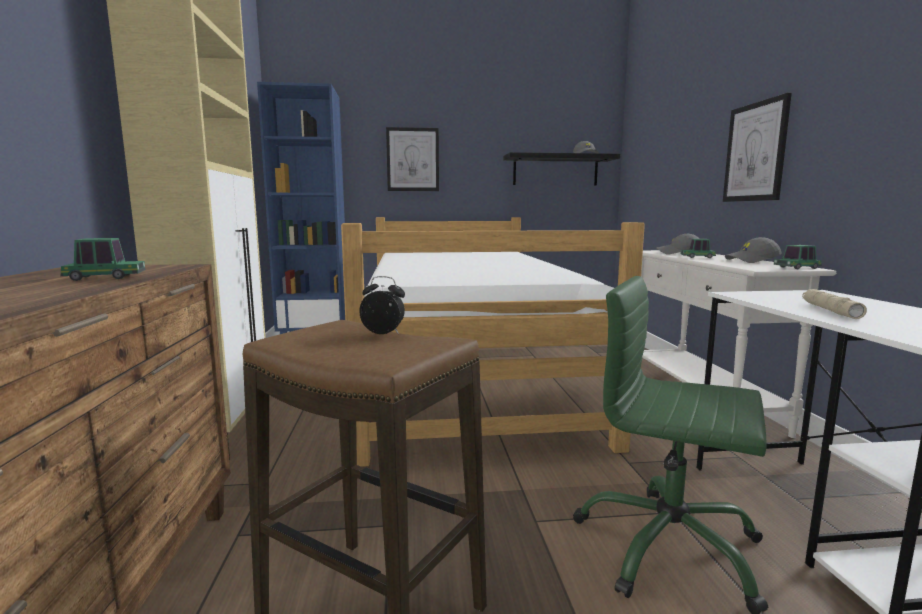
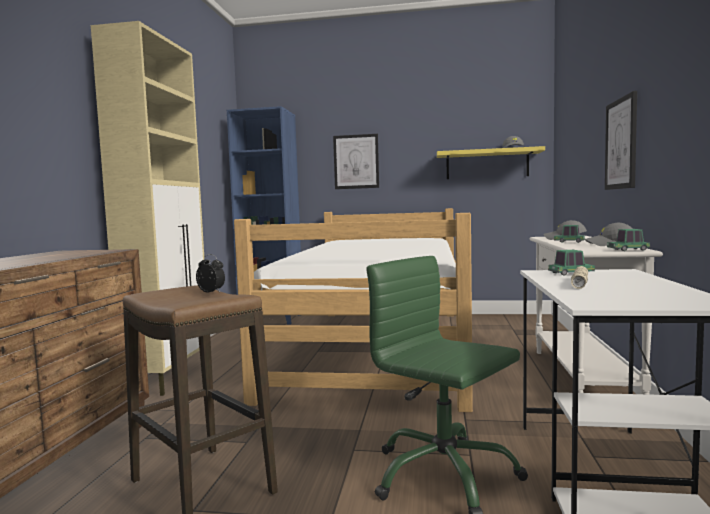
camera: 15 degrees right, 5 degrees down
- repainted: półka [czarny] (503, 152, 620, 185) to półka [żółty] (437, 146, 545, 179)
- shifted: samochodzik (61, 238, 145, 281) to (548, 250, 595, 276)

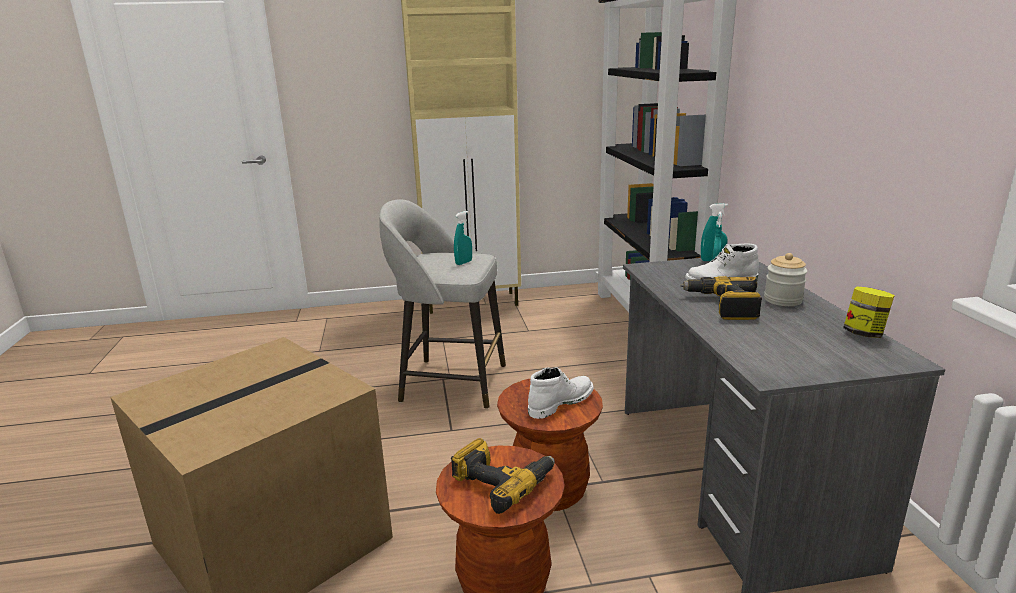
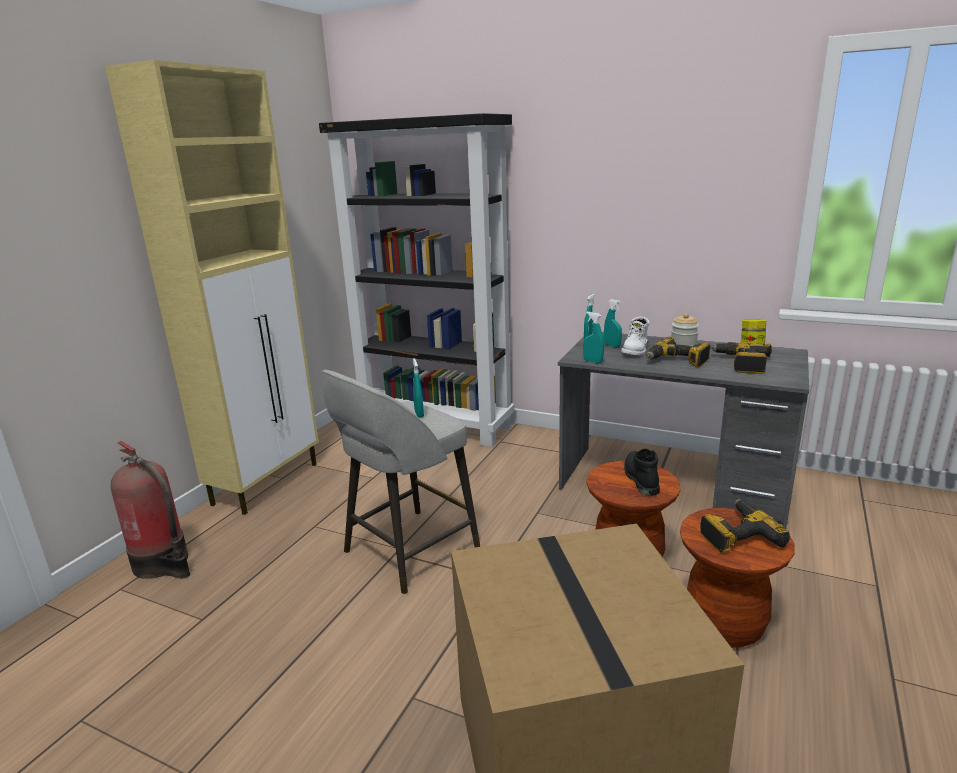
camera: 55 degrees left, 0 degrees up
- repainted: but z cholewką [biały] (528, 367, 594, 419) to but z cholewką [czarny] (624, 448, 660, 496)
- new: spryskiwacz [turkusowy] (583, 312, 604, 364)
- new: wiertarka (711, 342, 772, 374)
- new: gaśnica (111, 441, 190, 579)

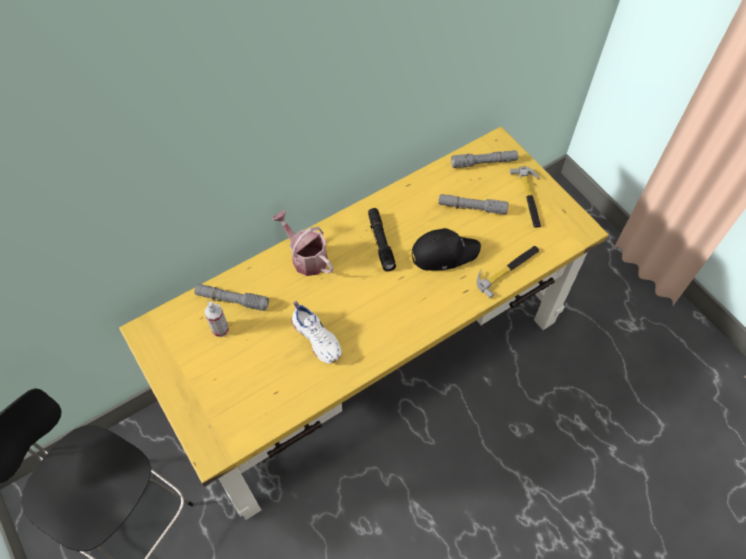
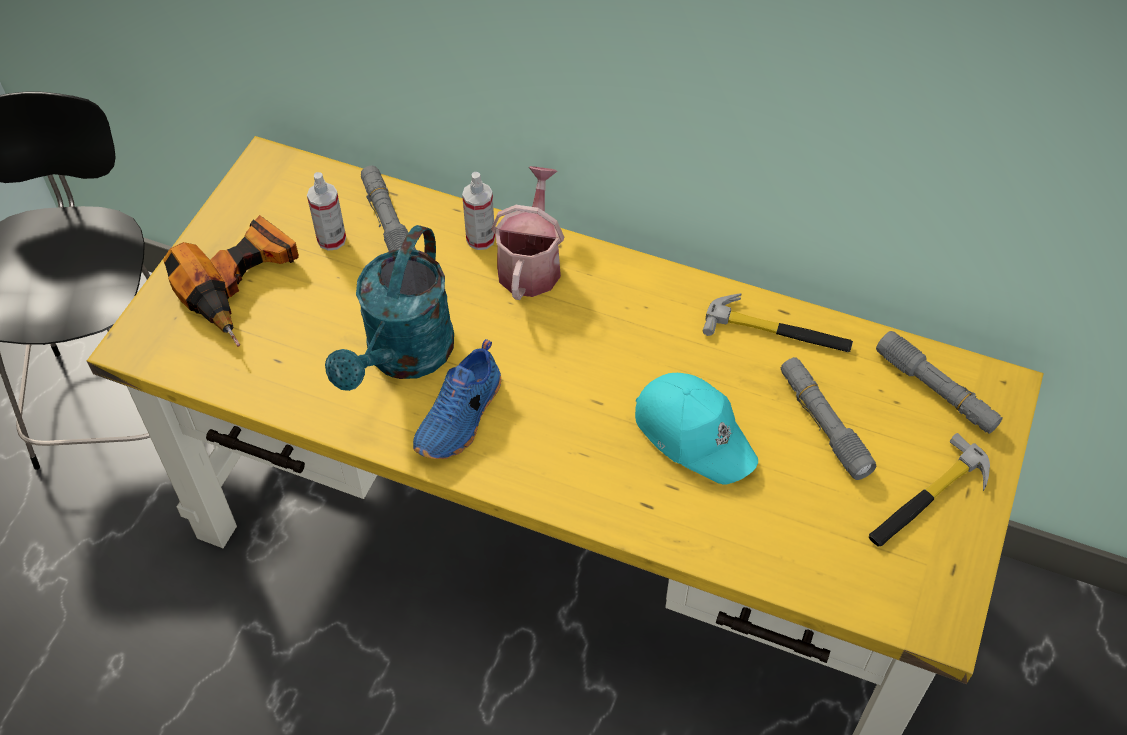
camera: 55 degrees right, 5 degrees down
- gone: latarka [czarny] (368, 208, 396, 271)
- repainted: czapka z daszkiem [czarny] (412, 228, 481, 271) to czapka z daszkiem [turkusowy] (635, 373, 758, 485)
- shifted: młotek (477, 246, 539, 298) to (702, 293, 853, 352)
- swapped: but [biały] (291, 301, 342, 364) to konewka [turkusowy] (325, 225, 454, 391)
- new: spryskiwacz (462, 172, 495, 250)
- new: wiertarka (163, 215, 299, 347)
- new: but [niebieski] (413, 339, 501, 459)

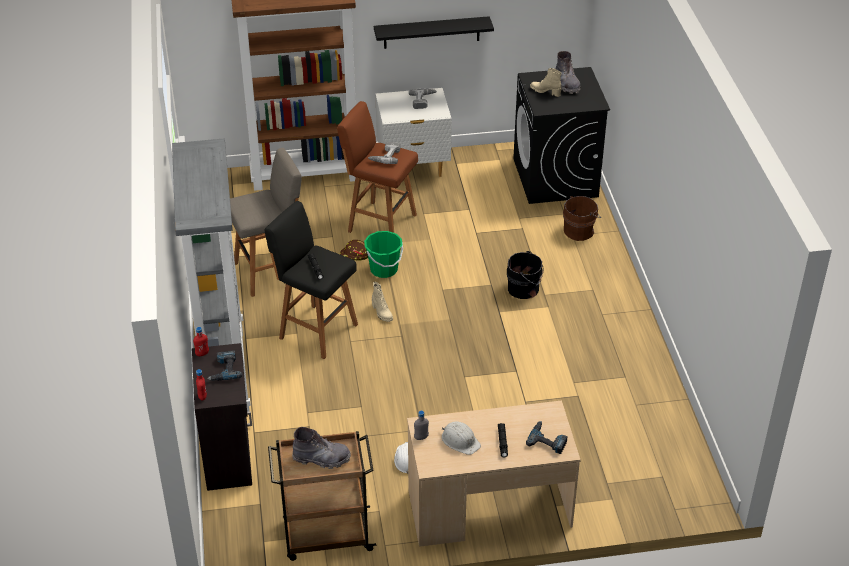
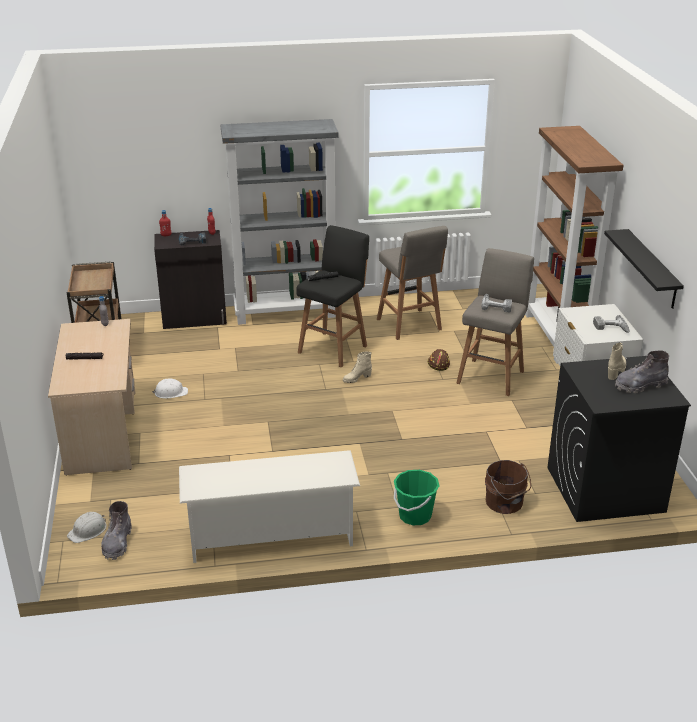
camera: 90 degrees right, 10 degrees down
- repainted: stołek [brązowy] (337, 101, 418, 233) to stołek [szary] (456, 248, 534, 396)
- shifted: wiadro [zielony] (364, 231, 403, 278) to (394, 470, 439, 525)
- gone: wiadro [czarny] (507, 251, 544, 299)
- shifted: kask [biały] (442, 421, 481, 455) to (67, 512, 106, 543)
- gone: wiertarka (526, 421, 568, 454)
- shifted: but z cholewką [szary] (292, 427, 351, 469) to (101, 501, 132, 560)
- new: regał na buty [biały] (179, 450, 360, 563)

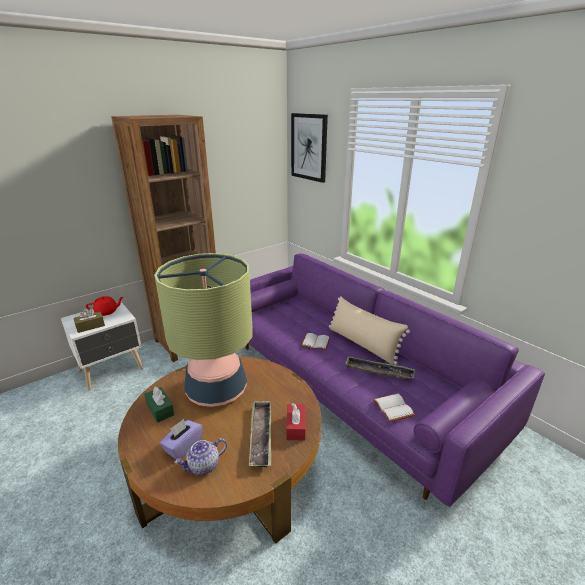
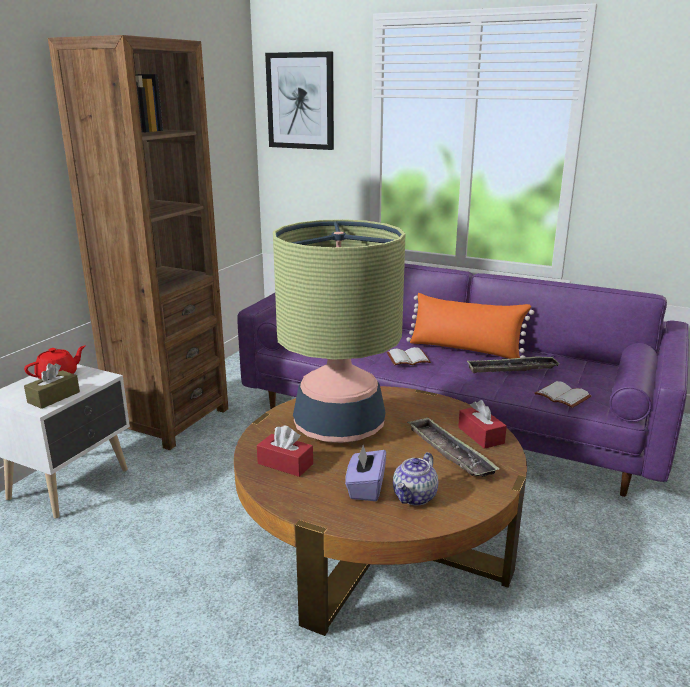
camera: 25 degrees left, 5 degrees down
- repainted: poduszka [beżowy] (329, 297, 410, 365) to poduszka [pomarańczowy] (406, 293, 534, 359)
- repainted: pudełko chusteczek [zielony] (144, 386, 174, 423) to pudełko chusteczek [czerwony] (257, 425, 313, 477)

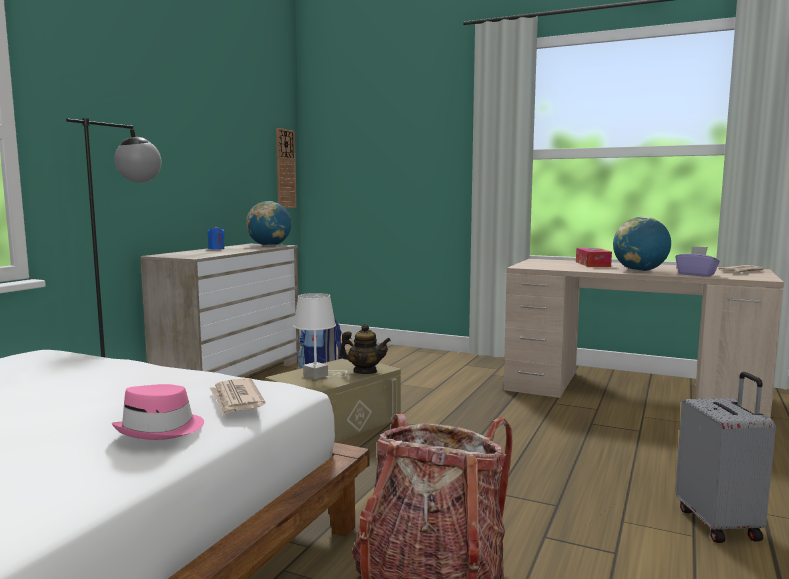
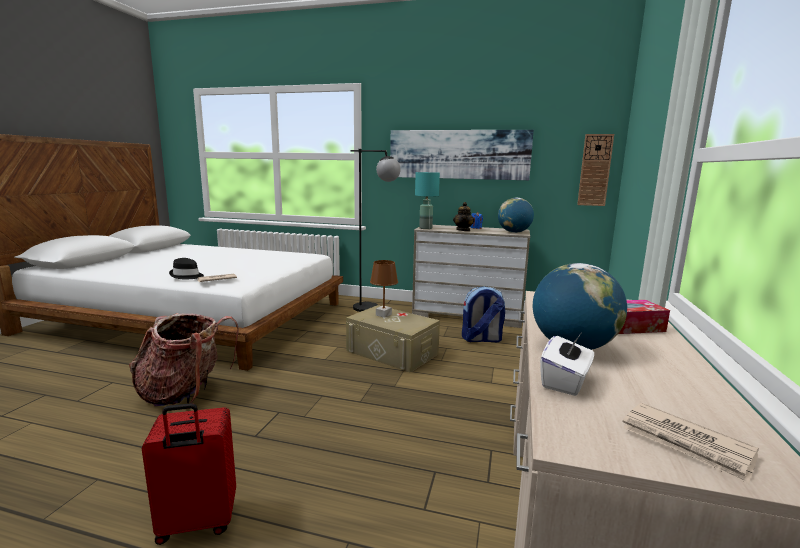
camera: 80 degrees right, 5 degrees up
- repainted: pudełko chusteczek [fioletowy] (676, 246, 720, 277) to pudełko chusteczek [biały] (540, 334, 594, 396)
- repainted: lampa stołowa [biały] (293, 293, 336, 379) to lampa stołowa [brązowy] (370, 260, 398, 318)
- shifted: imbryk (339, 324, 391, 374) to (453, 202, 475, 231)
- repainted: walizka [szary] (675, 372, 776, 543) to walizka [czerwony] (142, 403, 236, 545)
- repainted: kapelusz [różowy] (112, 384, 204, 440) to kapelusz [czarny] (169, 258, 204, 280)
- new: obraz (390, 130, 534, 180)
- new: lampa stołowa [turkusowy] (415, 172, 440, 229)

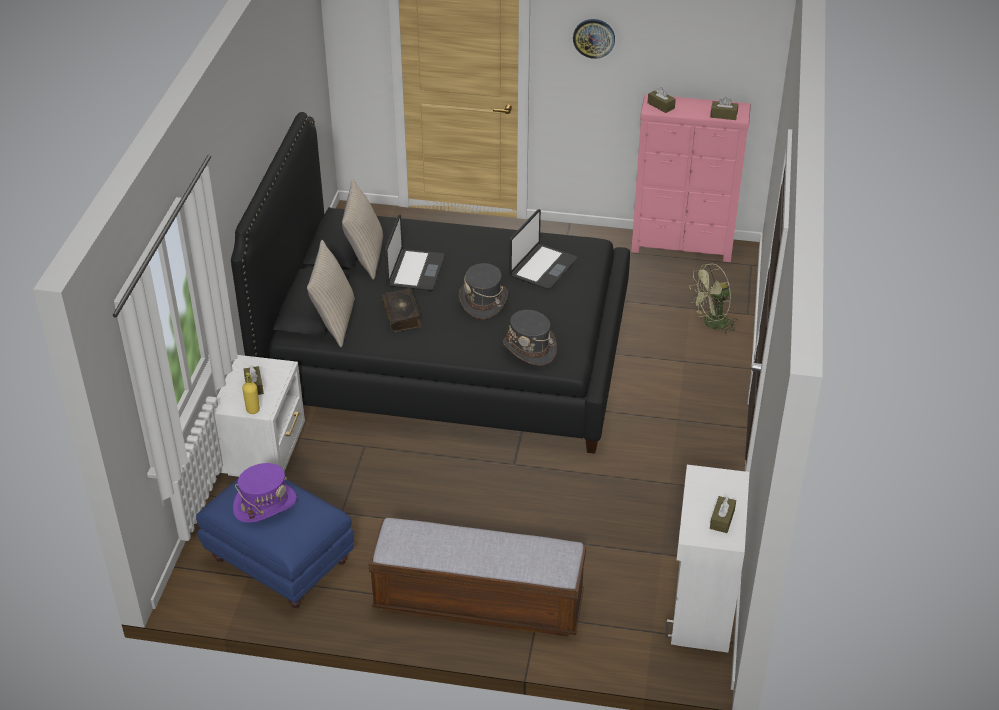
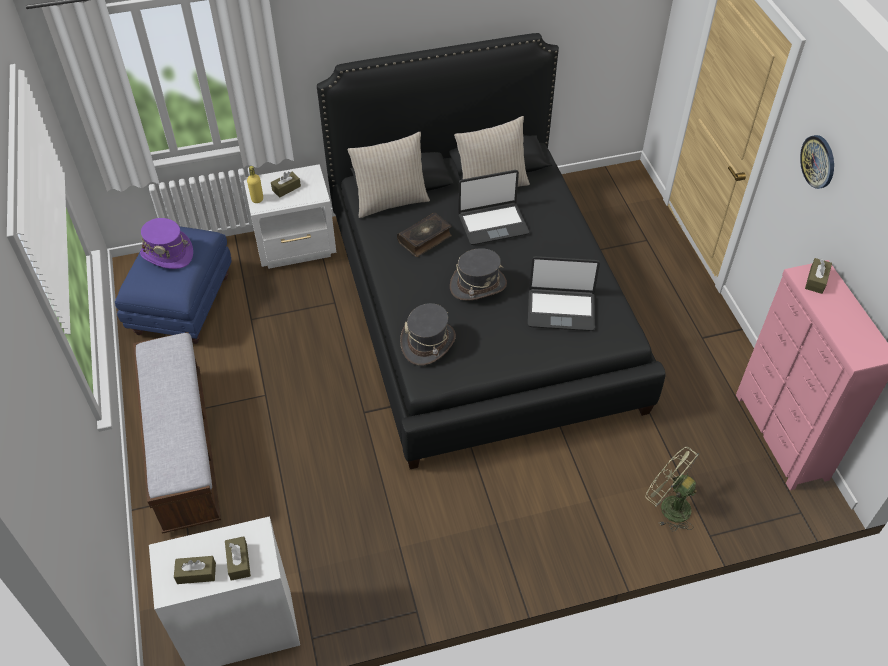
camera: 65 degrees right, 10 degrees up
- shifted: pudełko chusteczek [brązowy] (710, 97, 738, 120) to (225, 536, 251, 581)

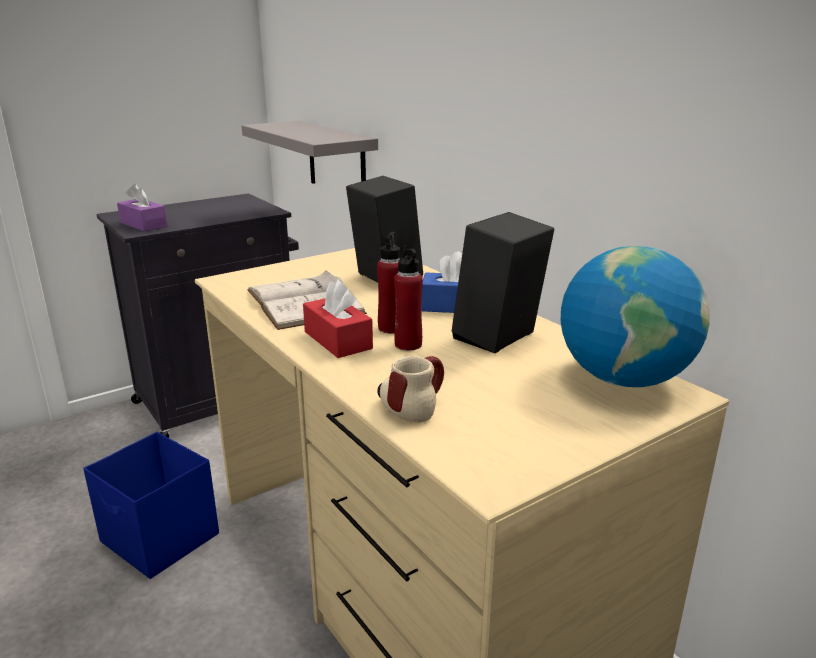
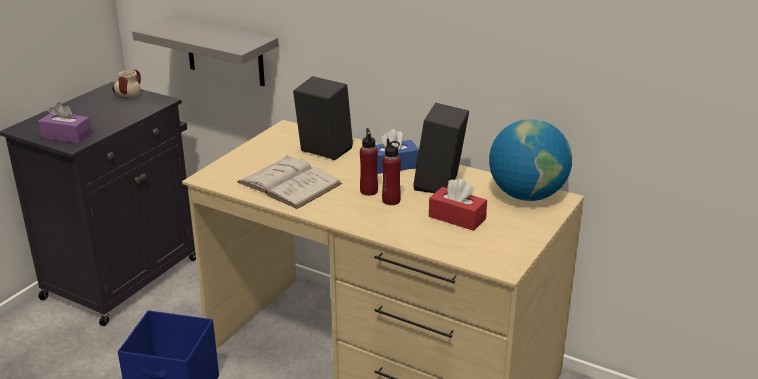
camera: 25 degrees left, 5 degrees up
- shifted: pudełko chusteczek [czerwony] (303, 280, 373, 358) to (429, 178, 487, 231)
- shifted: kubek (377, 356, 444, 422) to (112, 69, 141, 98)

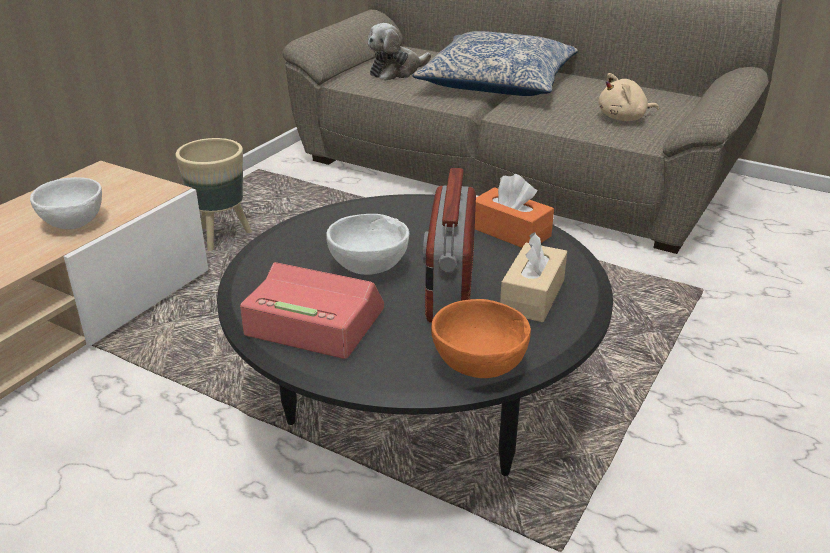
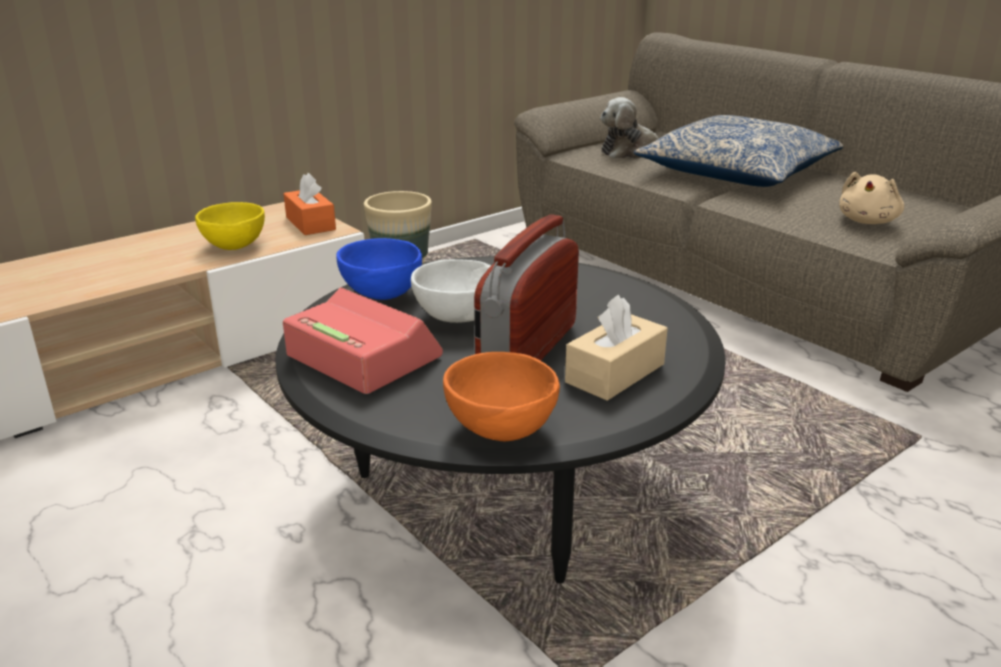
camera: 20 degrees right, 5 degrees down
- rotated: pluszak [beżowy] (598, 73, 659, 121) = (839, 172, 904, 224) 60 degrees counterclockwise
- shifted: pudełko chusteczek [pomarańczowy] (475, 174, 554, 248) to (283, 173, 336, 235)
- repainted: miska [biały] (30, 177, 102, 229) to miska [żółty] (195, 202, 265, 250)
- new: miska [niebieski] (336, 238, 422, 300)

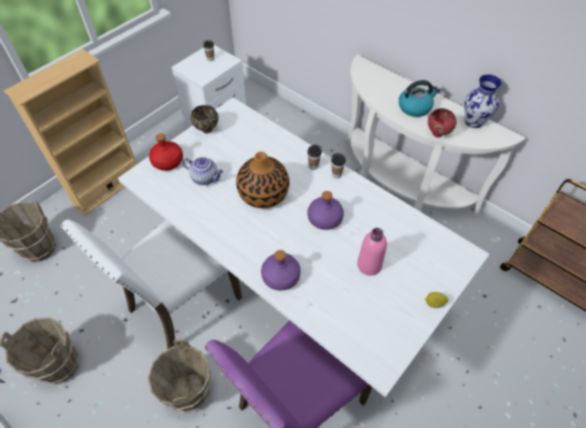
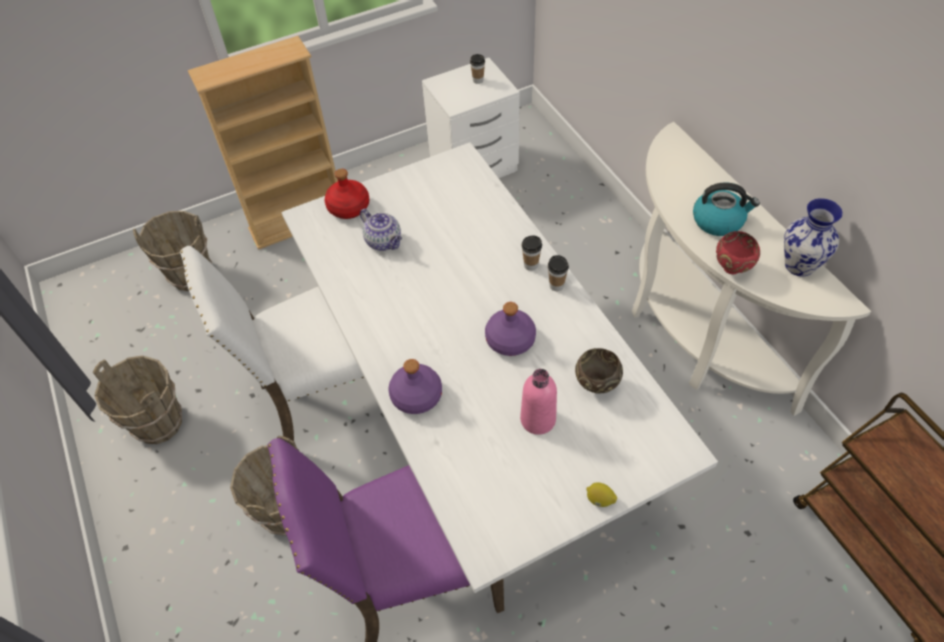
camera: 25 degrees right, 0 degrees up
- shifted: miska [brązowy] (191, 105, 218, 133) to (575, 348, 623, 394)
- gone: wazon (236, 152, 289, 208)

